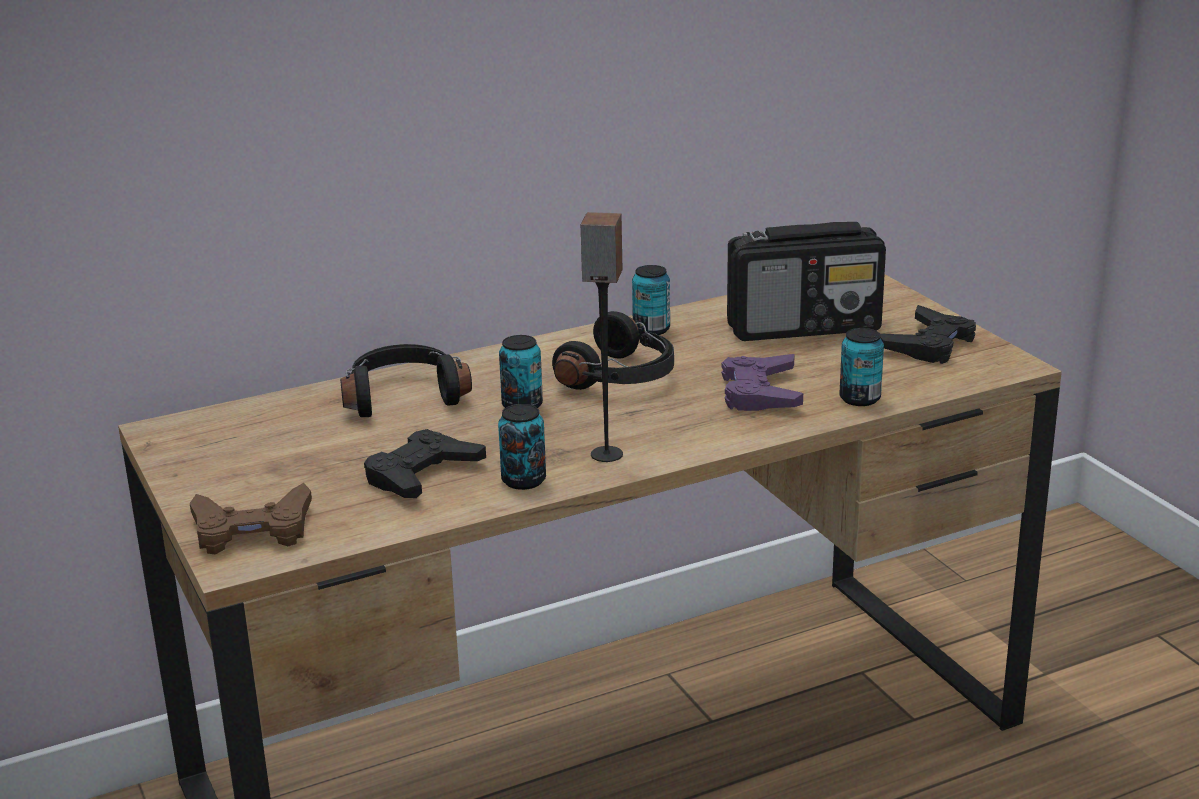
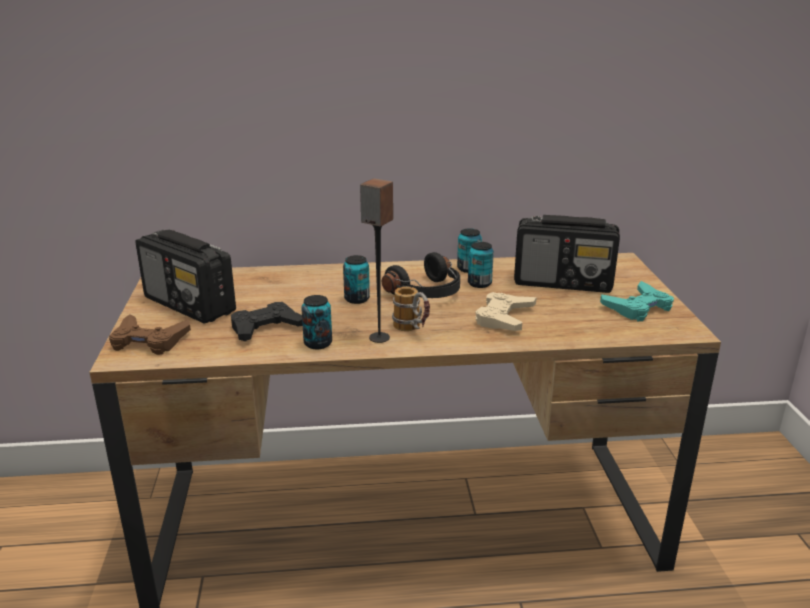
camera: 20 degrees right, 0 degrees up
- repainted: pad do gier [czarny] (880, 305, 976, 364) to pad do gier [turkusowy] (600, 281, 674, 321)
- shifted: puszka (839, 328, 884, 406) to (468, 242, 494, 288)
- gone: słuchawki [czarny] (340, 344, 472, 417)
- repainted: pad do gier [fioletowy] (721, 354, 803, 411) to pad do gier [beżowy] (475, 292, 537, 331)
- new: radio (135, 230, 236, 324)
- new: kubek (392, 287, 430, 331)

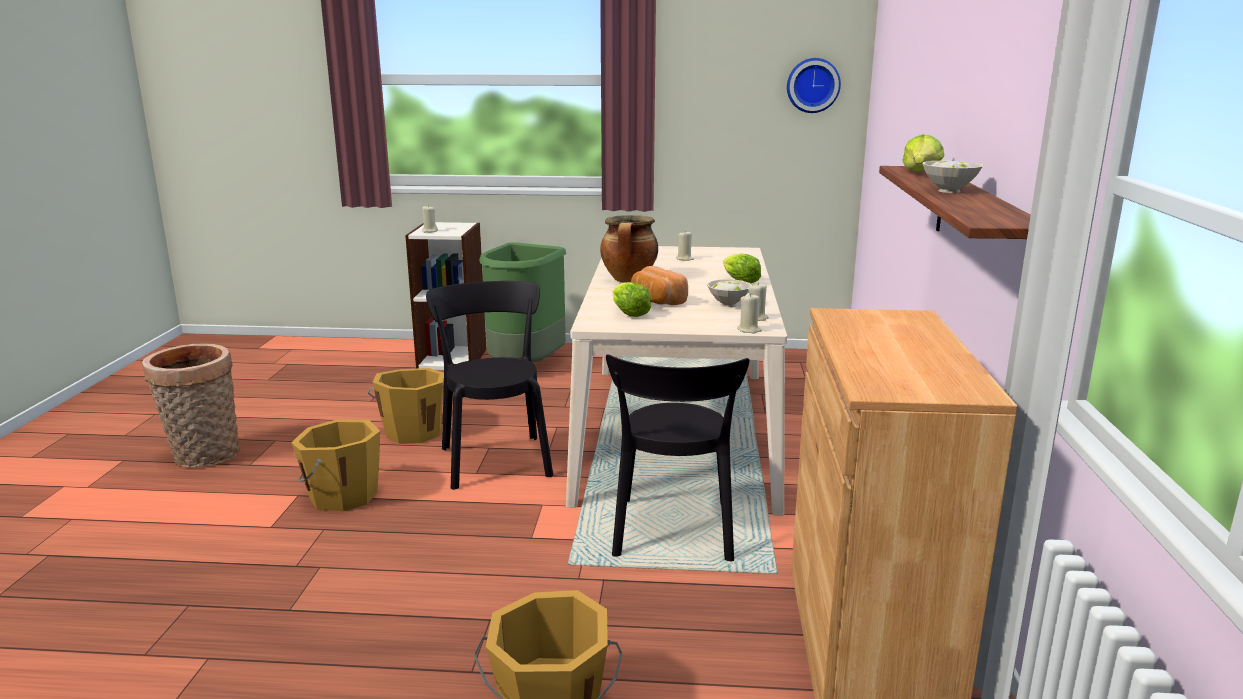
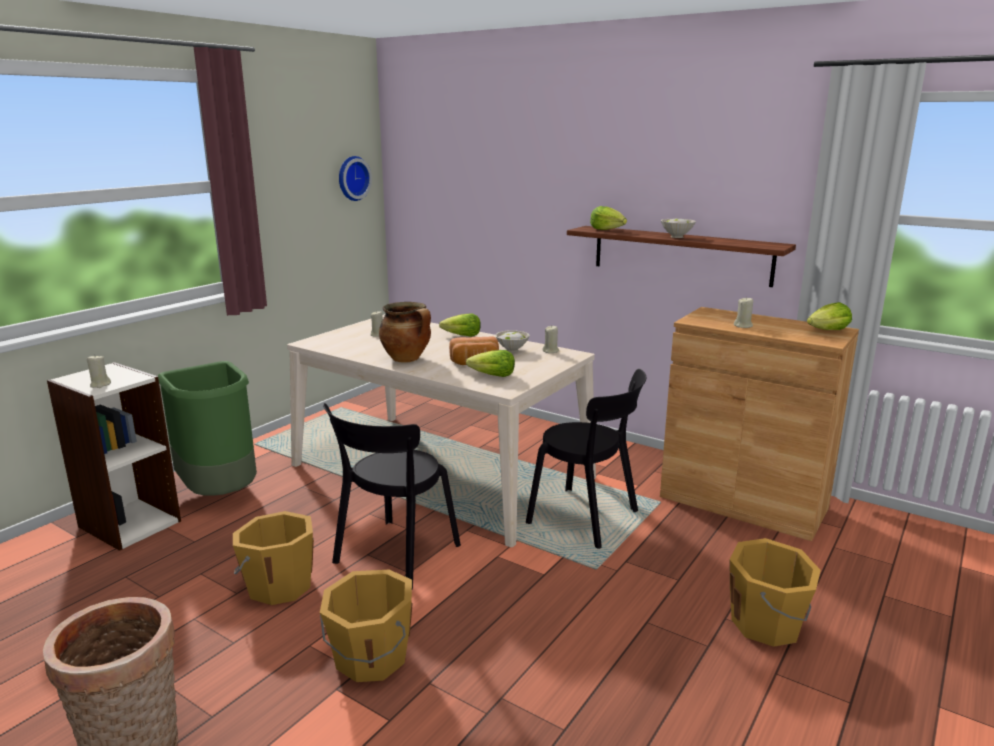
camera: 60 degrees left, 0 degrees up
- rotated: krzesło [czarny] (426, 281, 553, 490) = (323, 403, 461, 590) 75 degrees counterclockwise
- shifted: świeca [beżowy] (737, 293, 762, 333) to (734, 297, 753, 328)
- new: sałata (807, 302, 852, 330)

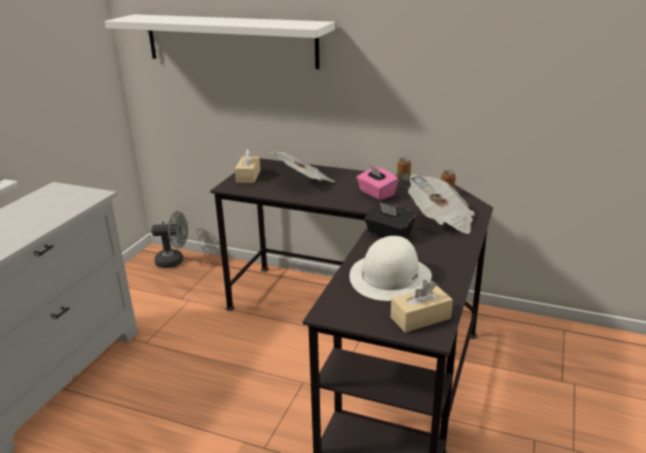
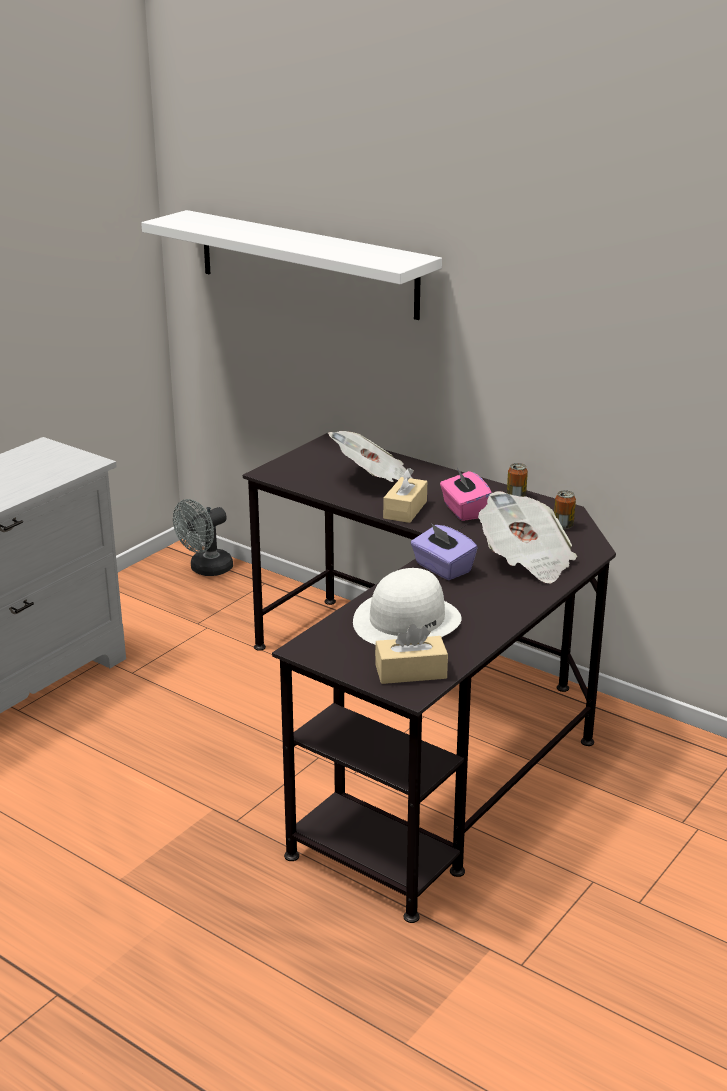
camera: 15 degrees right, 0 degrees up
- shifted: pudełko chusteczek [beżowy] (235, 149, 261, 183) to (383, 468, 427, 523)
- repainted: pudełko chusteczek [czarny] (364, 203, 416, 238) to pudełko chusteczek [fioletowy] (411, 523, 478, 580)
- rotated: wentylator [szary] (151, 211, 188, 268) = (173, 499, 233, 576) 120 degrees clockwise

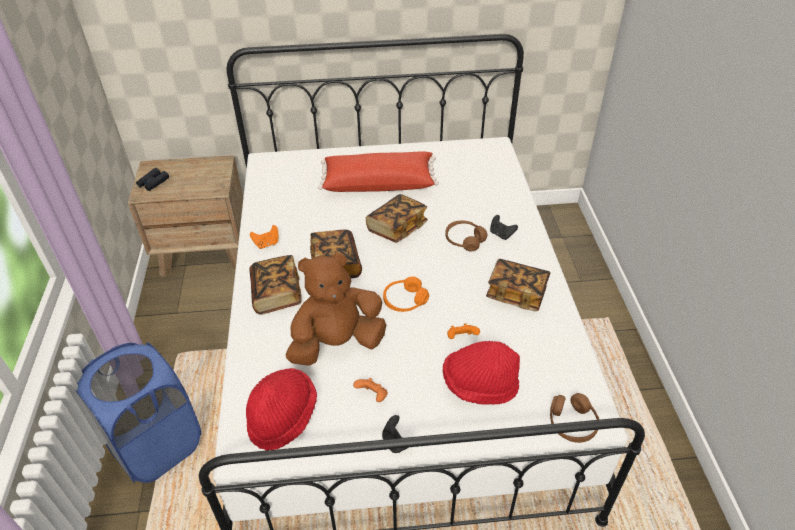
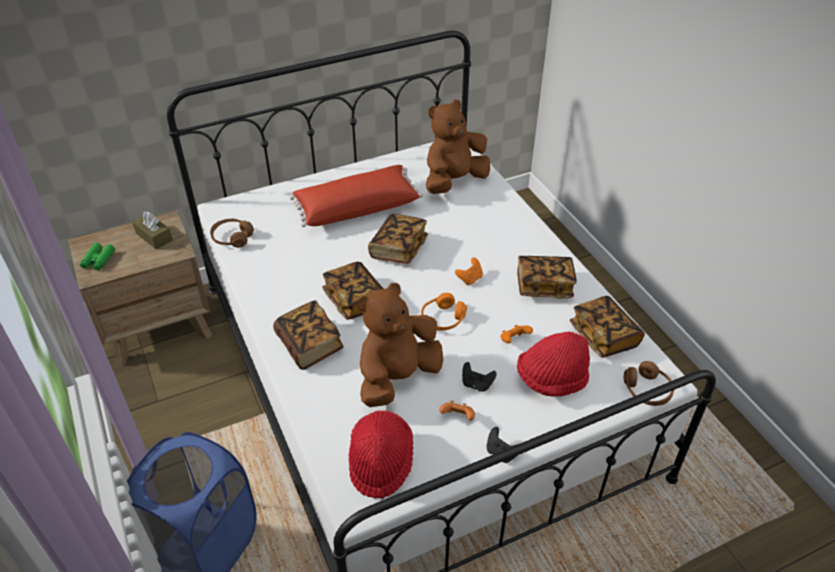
camera: 20 degrees left, 0 degrees up
- repainted: lornetka [czarny] (136, 168, 169, 191) to lornetka [zielony] (80, 243, 115, 271)
- shifted: pad do gier [czarny] (490, 215, 518, 240) to (462, 362, 497, 392)
- shifted: słuchawki [brązowy] (445, 220, 487, 251) to (210, 219, 254, 248)
- shifted: pad do gier [pomarańczowy] (250, 225, 278, 249) to (455, 257, 483, 285)
- new: pluszak [brązowy] (426, 100, 490, 194)
- new: pudełko chusteczek [brązowy] (132, 211, 173, 250)
- new: książka (570, 296, 645, 358)

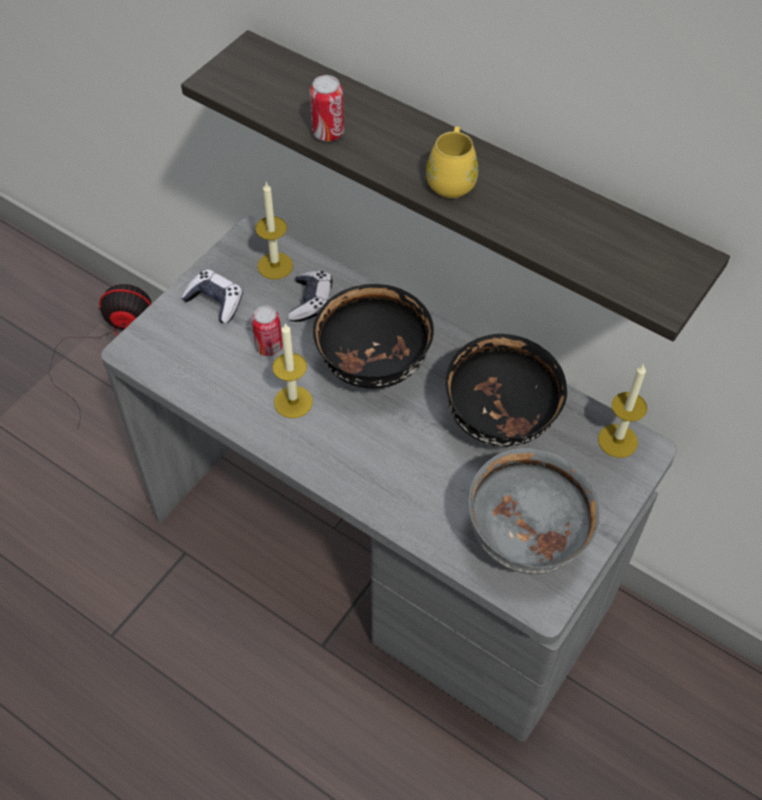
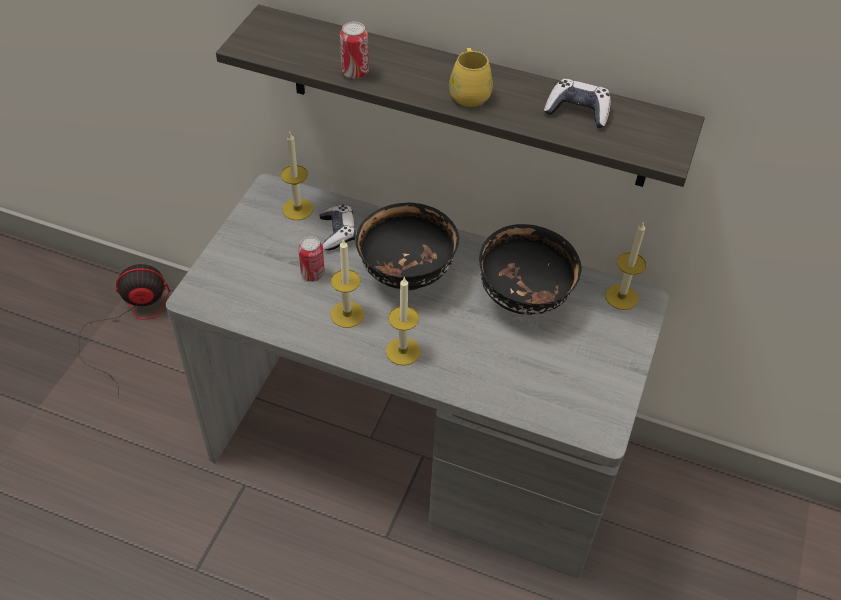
camera: 15 degrees left, 5 degrees down
- shifted: pad do gier (181, 269, 243, 323) to (544, 79, 611, 128)
- gone: miska [szary] (469, 448, 600, 574)
- new: świeca (386, 277, 421, 366)

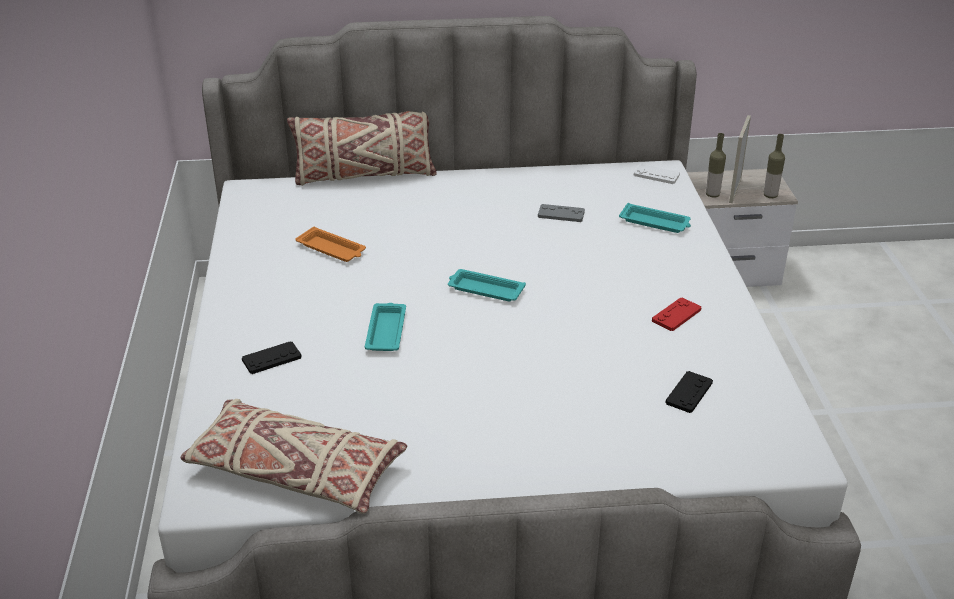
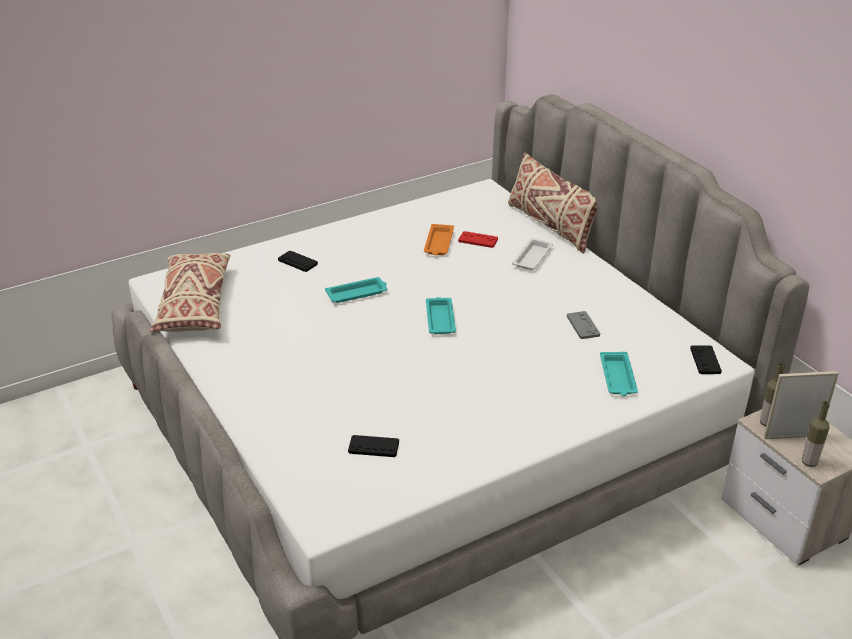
camera: 65 degrees right, 0 degrees up
- repainted: pad do gier [biały] (634, 164, 680, 184) to pad do gier [czarny] (690, 345, 722, 374)
- shifted: pad do gier [czerwony] (652, 297, 702, 331) to (458, 231, 498, 248)
- new: taca [biały] (512, 238, 553, 270)

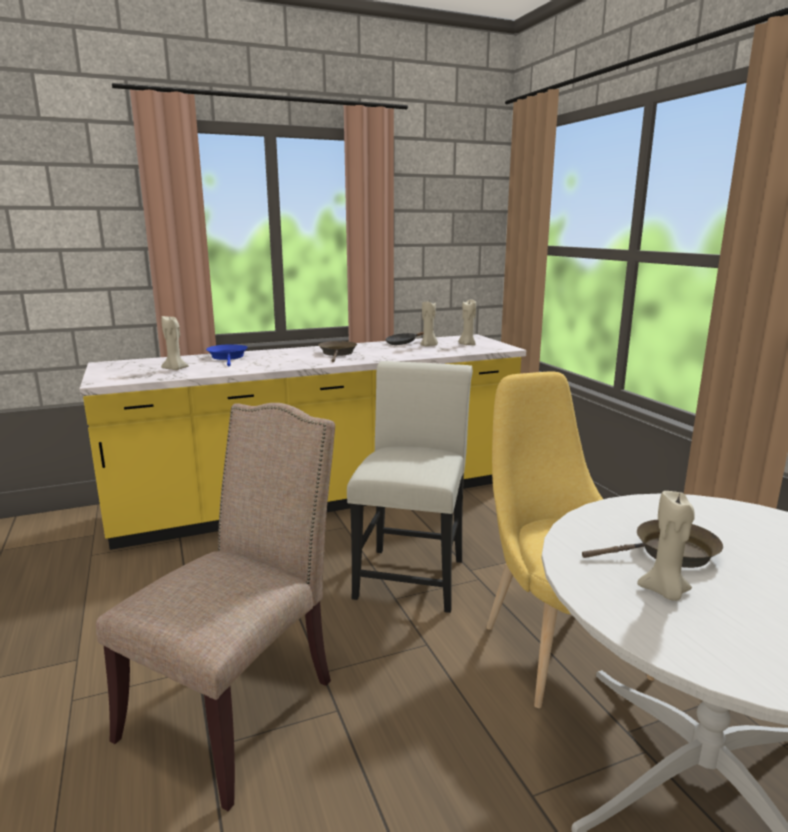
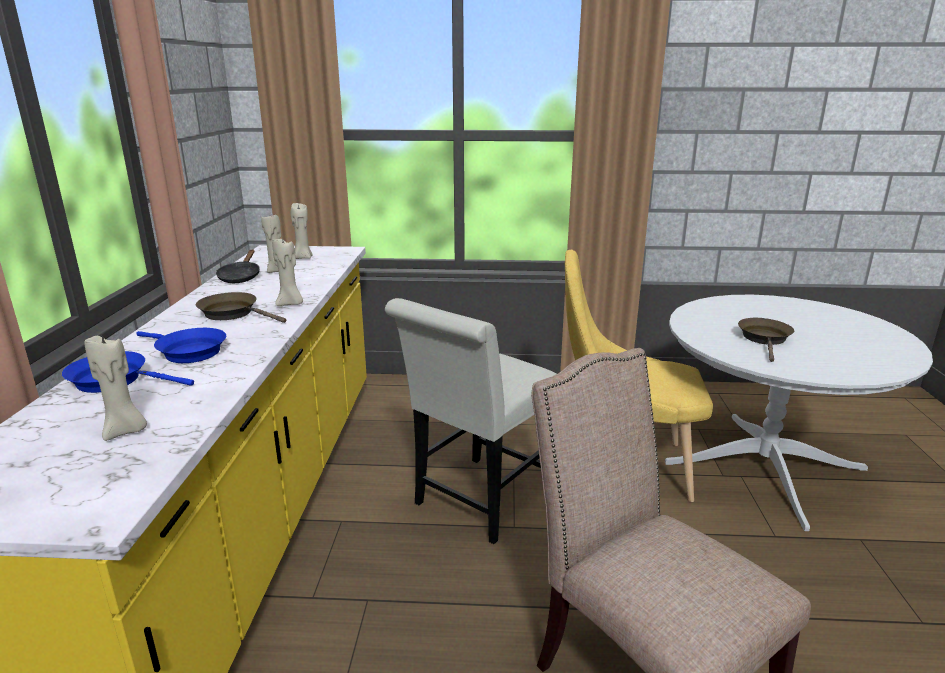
camera: 65 degrees left, 5 degrees up
- rotated: krzesło [biały] (347, 361, 473, 613) = (385, 298, 556, 544) 90 degrees counterclockwise
- shifted: świeca [beżowy] (637, 491, 695, 601) to (272, 239, 303, 306)
- new: patelnia [niebieski] (136, 328, 226, 363)

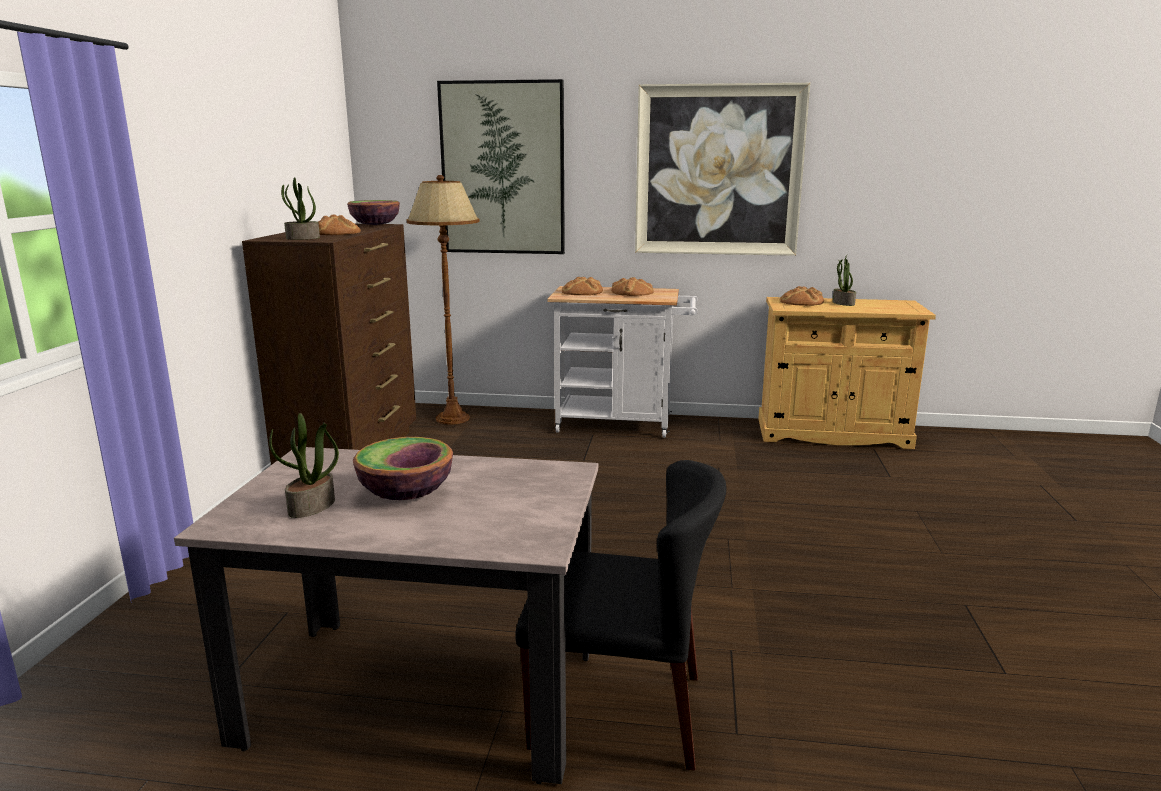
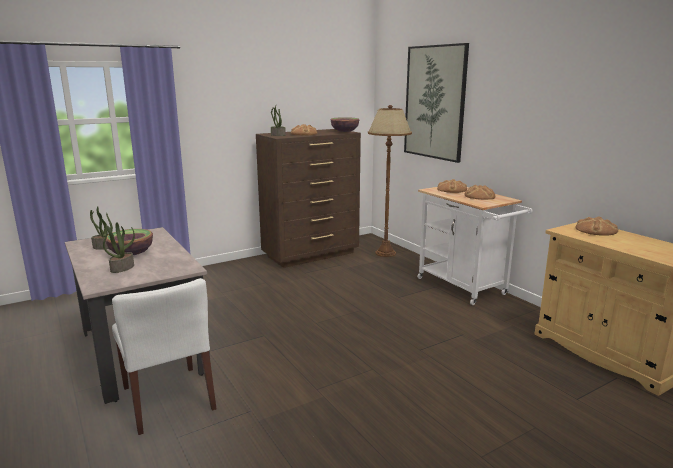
camera: 50 degrees right, 0 degrees up
- gone: obraz (635, 83, 810, 256)
- shifted: roślina doniczkowa (833, 255, 856, 306) to (103, 222, 135, 273)
- repainted: krzesło [czarny] (515, 460, 726, 771) to krzesło [biały] (112, 278, 217, 435)

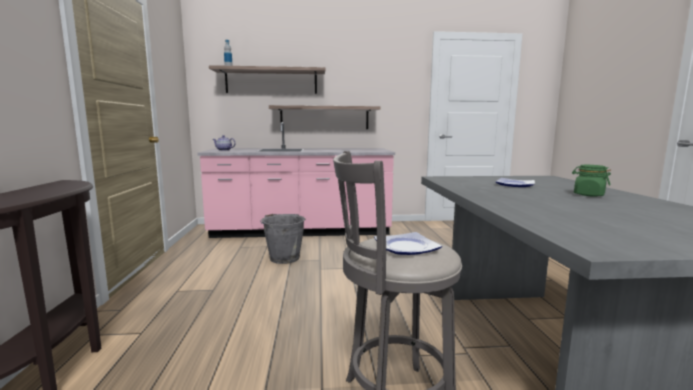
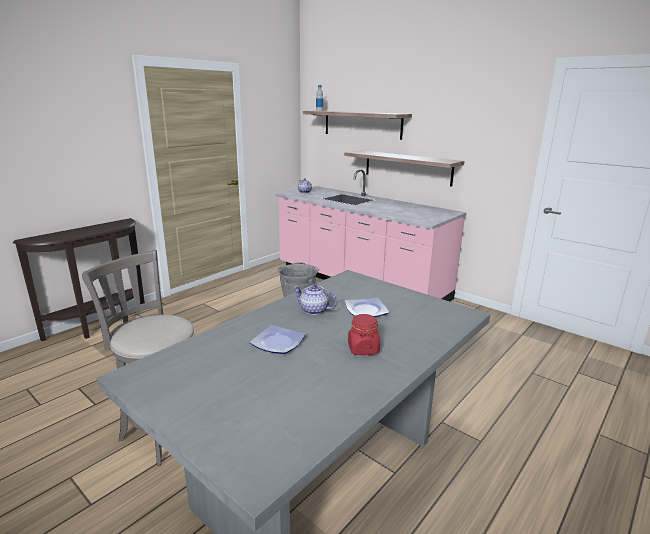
camera: 45 degrees right, 10 degrees up
- repainted: słoik [zielony] (572, 165, 611, 197) to słoik [czerwony] (348, 314, 380, 355)
- shifted: talerz (374, 232, 442, 255) to (250, 325, 306, 354)
- new: imbryk (293, 284, 337, 315)

